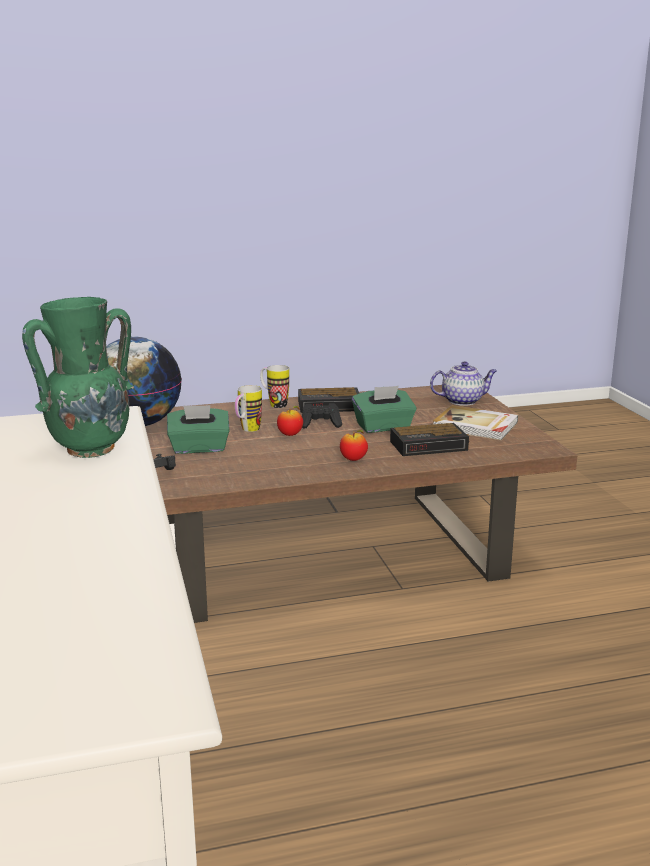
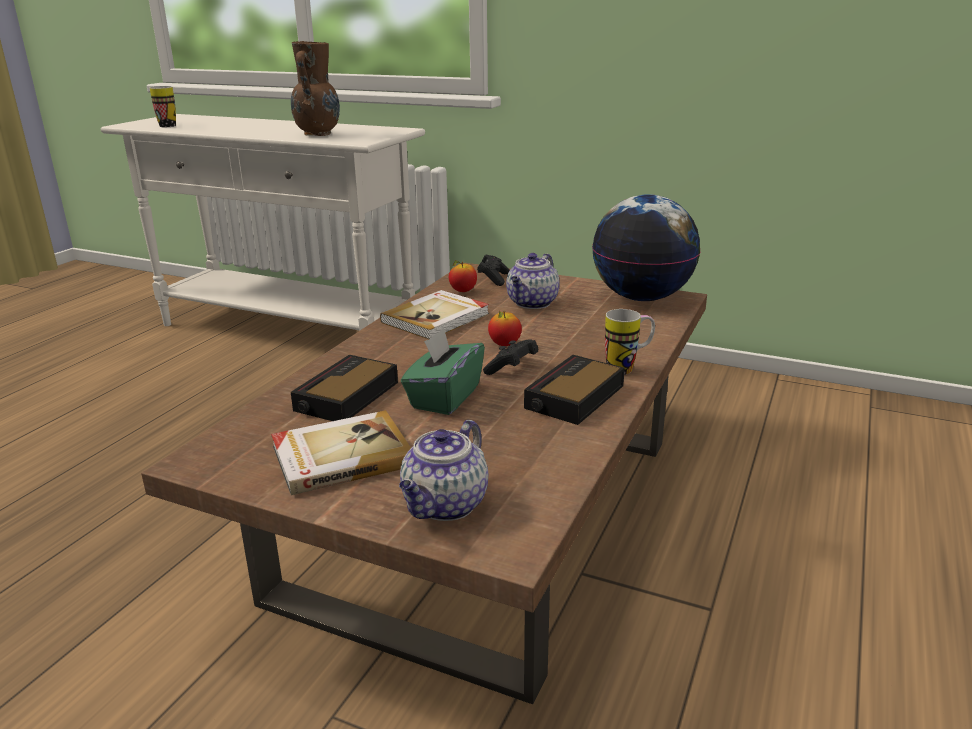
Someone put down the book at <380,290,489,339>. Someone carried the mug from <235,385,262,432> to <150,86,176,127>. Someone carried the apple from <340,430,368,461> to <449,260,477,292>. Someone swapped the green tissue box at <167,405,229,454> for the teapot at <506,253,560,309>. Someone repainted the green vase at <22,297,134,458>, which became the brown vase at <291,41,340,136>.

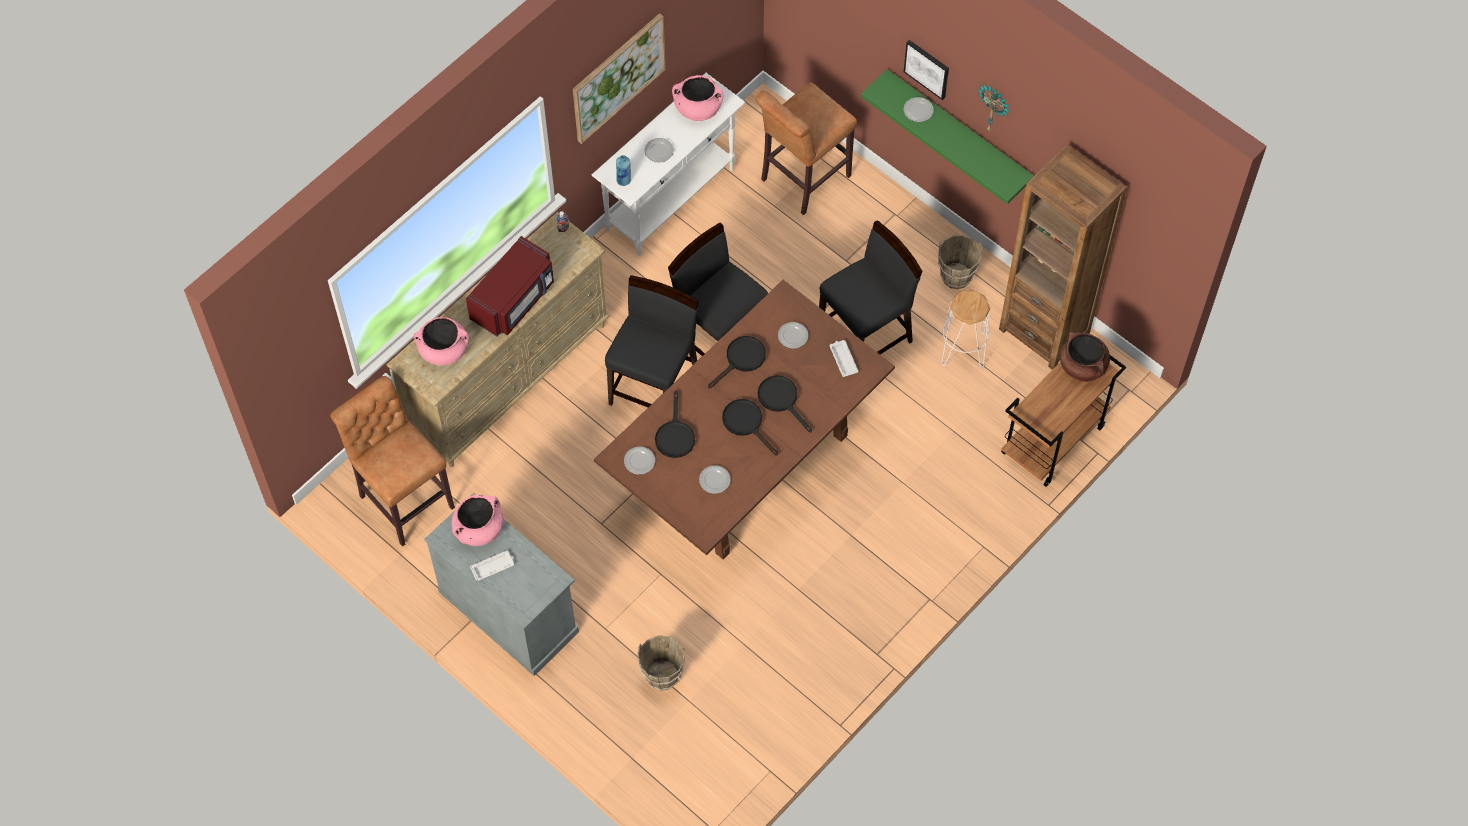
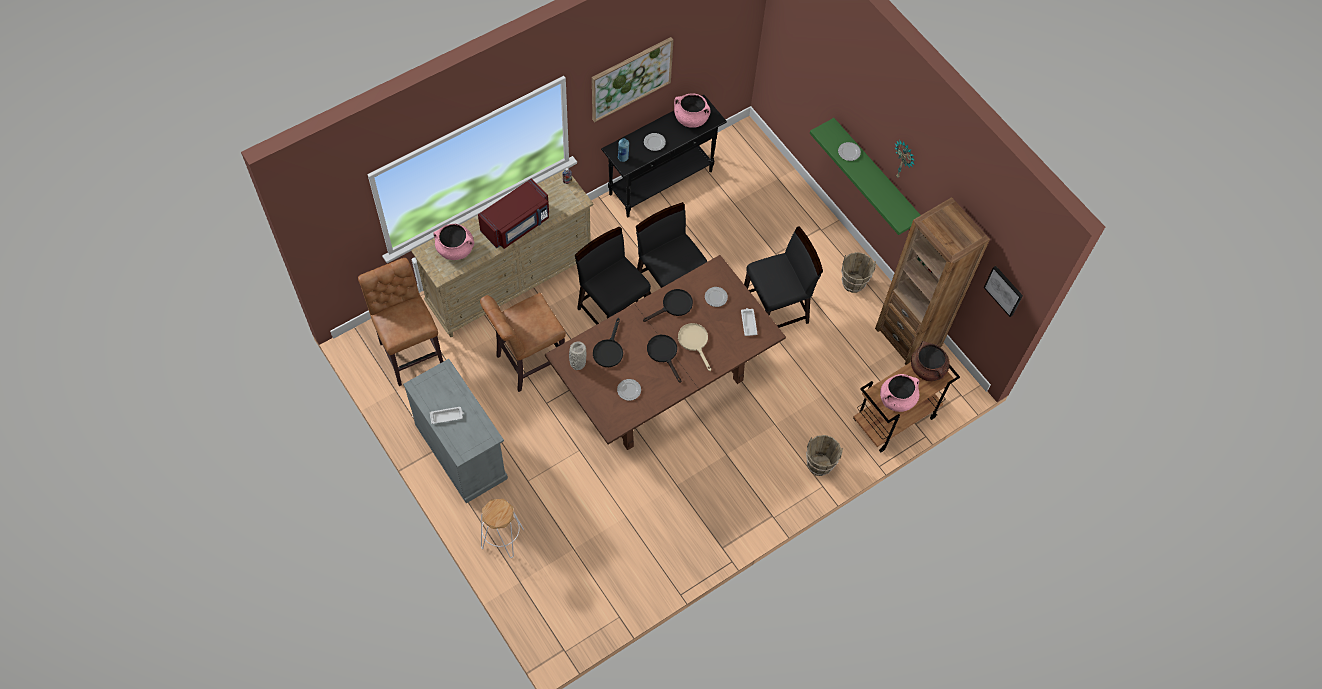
Someone carried the pink cooking pot from <452,495,504,546> to <880,374,919,412>. Someone carried the brown bucket from <637,635,685,691> to <806,435,843,476>. Someone carried the brown stool from <755,82,857,215> to <480,293,566,392>. Someone carried the picture from <904,40,949,100> to <984,266,1023,317>. Someone carried the white stool from <941,290,991,368> to <481,499,524,558>. Someone swapped the plate at <624,446,655,474> for the grey vase at <569,341,587,370>. Someone repainted the white console table at <592,73,746,256>, which became the black console table at <601,95,727,217>. Someone repainted the black frying pan at <758,375,812,432>, which became the beige frying pan at <678,323,711,371>. Someone rotated the black chair at <605,275,699,407> by 75 degrees counterclockwise.

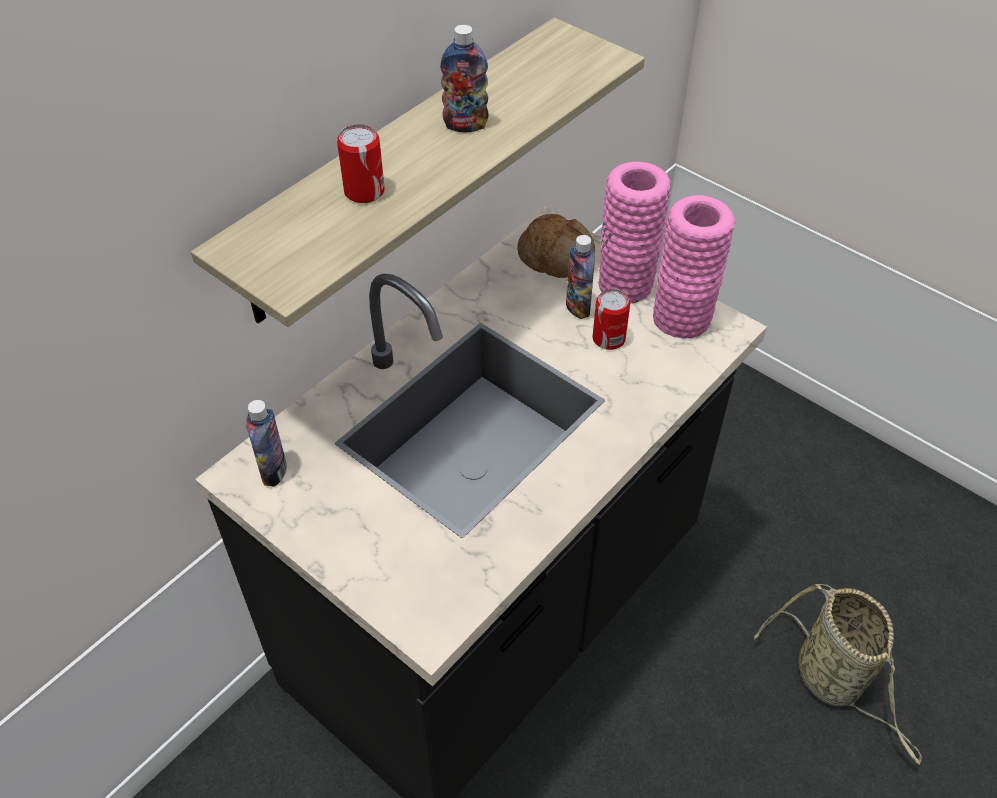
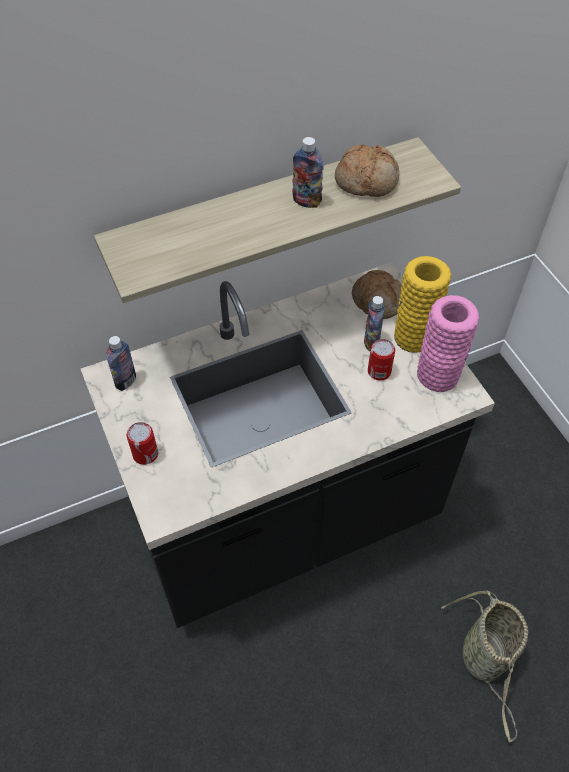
Someone put down the bread at <335,144,399,197>. Someone carried the can from <337,124,385,203> to <127,422,158,465>. Someone repainted the pink vase at <599,162,671,304>, which became the yellow vase at <394,256,451,353>.

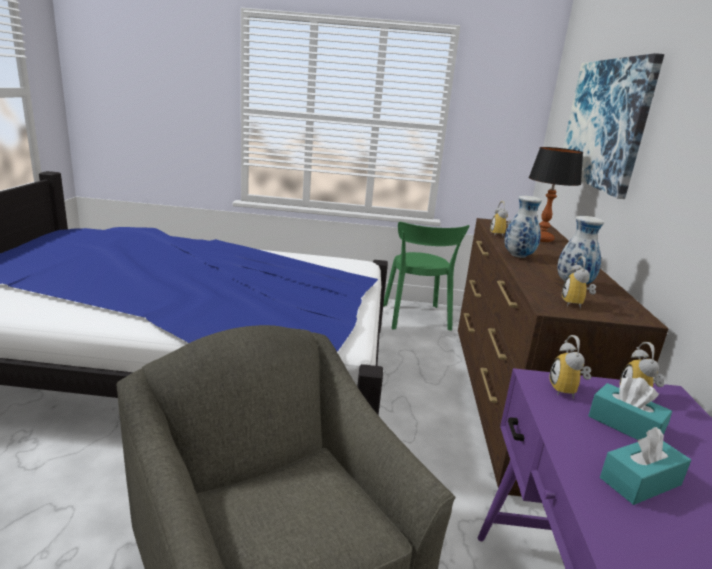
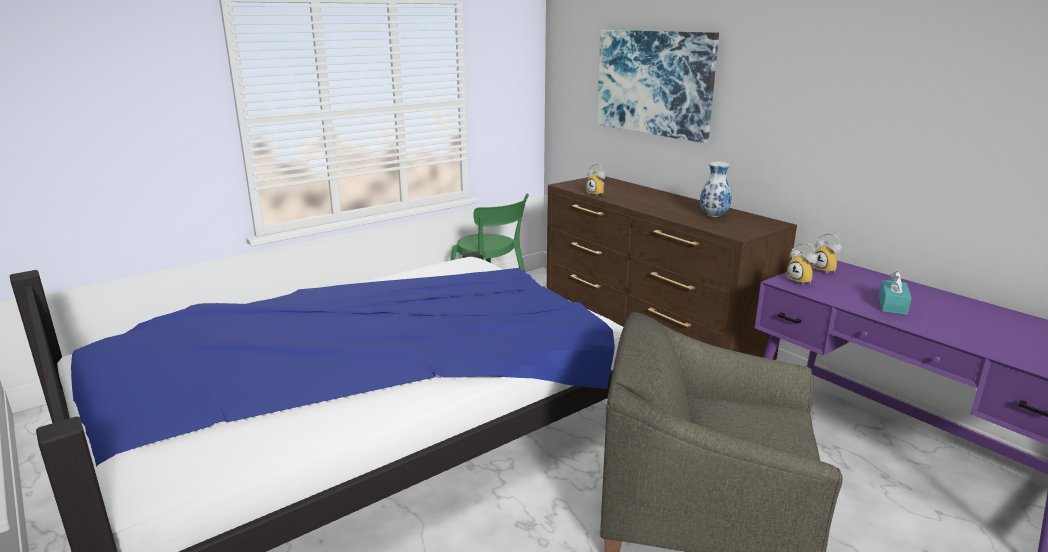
Someone took away the vase at <504,196,542,258>. Someone took away the table lamp at <529,147,583,242>. Someone took away the alarm clock at <562,256,596,309>. Someone took away the turquoise tissue box at <588,377,672,440>.

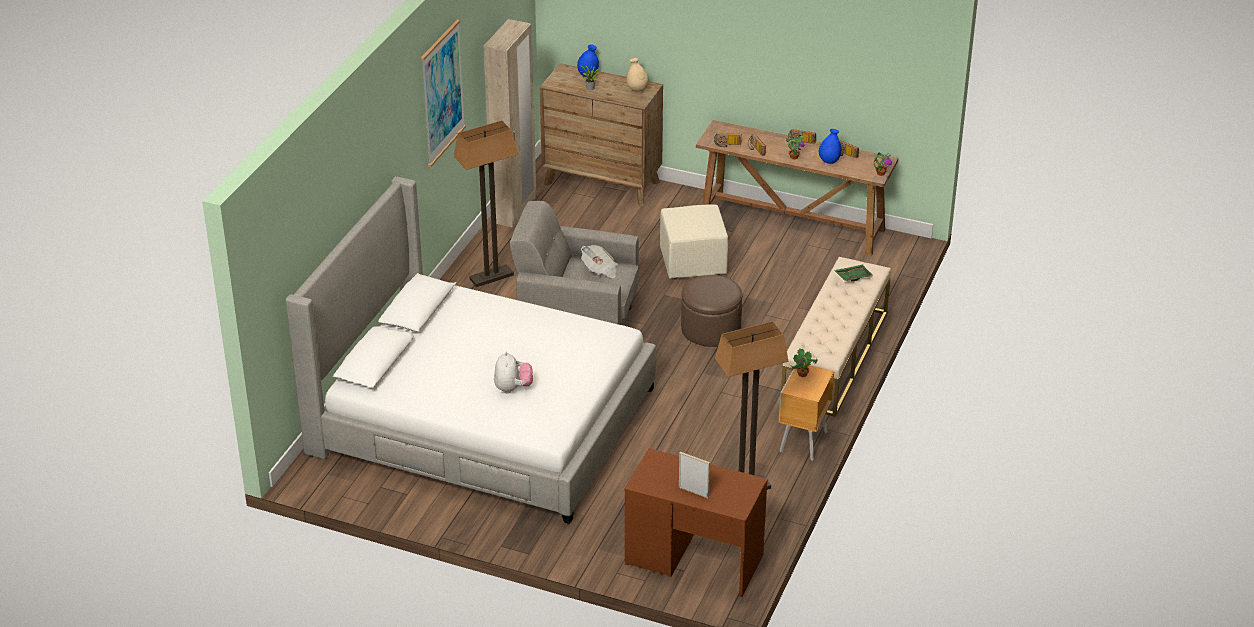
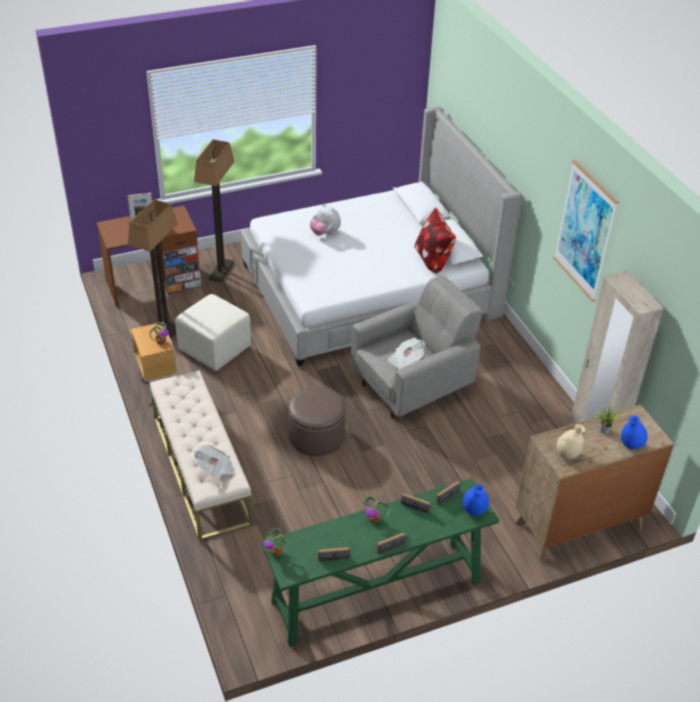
Someone put down the pillow at <414,208,456,273>. Someone carried the floor lamp from <454,120,518,287> to <194,139,235,282>. Someone carried the beige ottoman from <660,204,728,279> to <175,294,251,371>. Someone carried the blue vase from <818,129,841,164> to <463,484,489,515>. Someone swapped the green tray at <834,265,873,281> for the newspaper at <194,445,236,477>. Someone repainted the brown console table at <696,120,898,256>, which became the green console table at <261,478,499,647>.

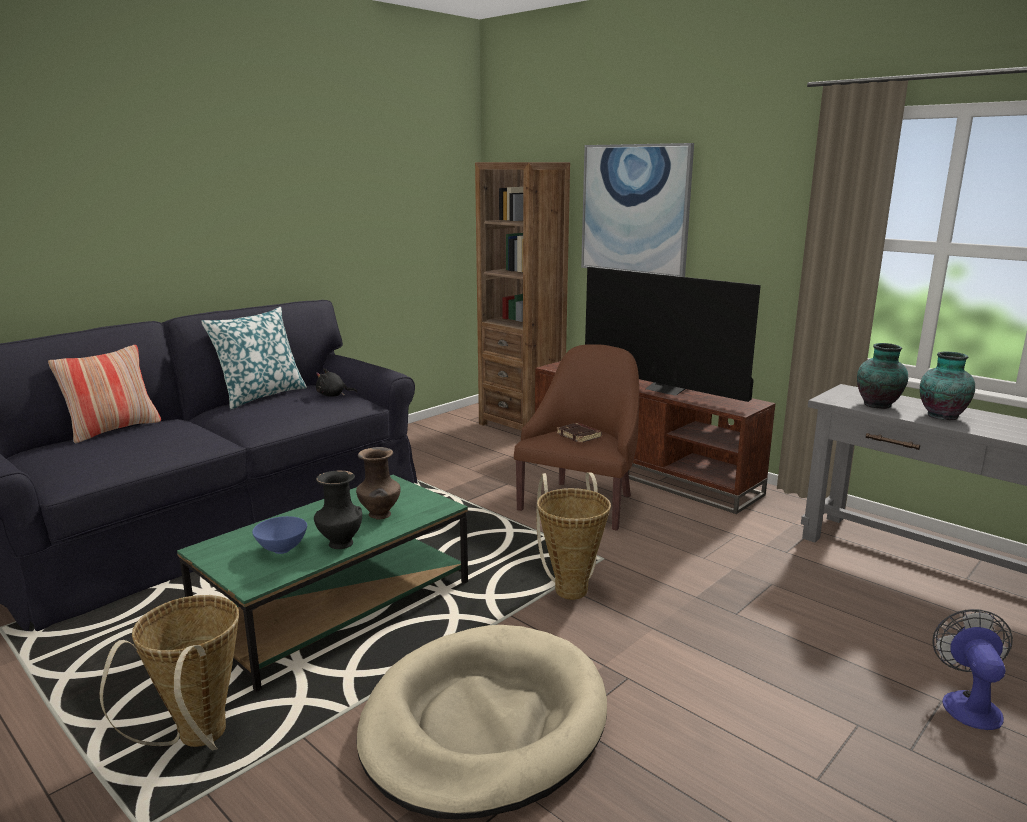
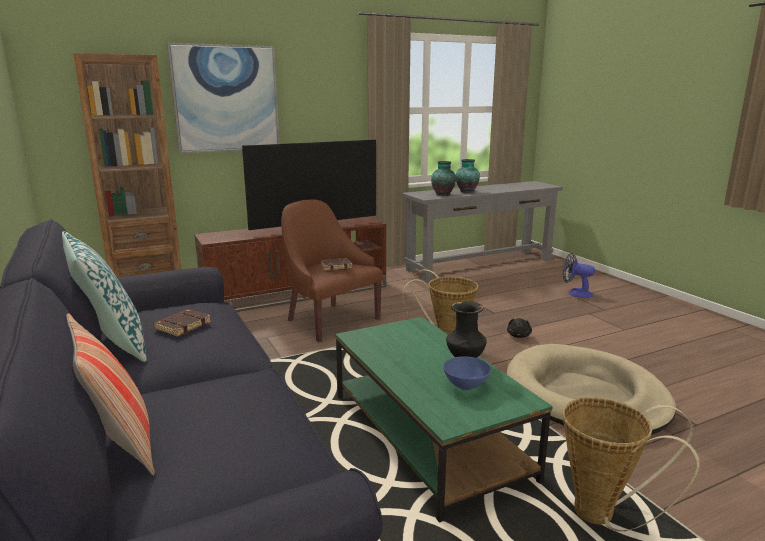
Someone took away the brown vase at <356,447,401,520>. Someone put down the brown book at <153,309,212,337>. Someone carried the black plush toy from <316,369,357,397> to <507,318,532,338>.

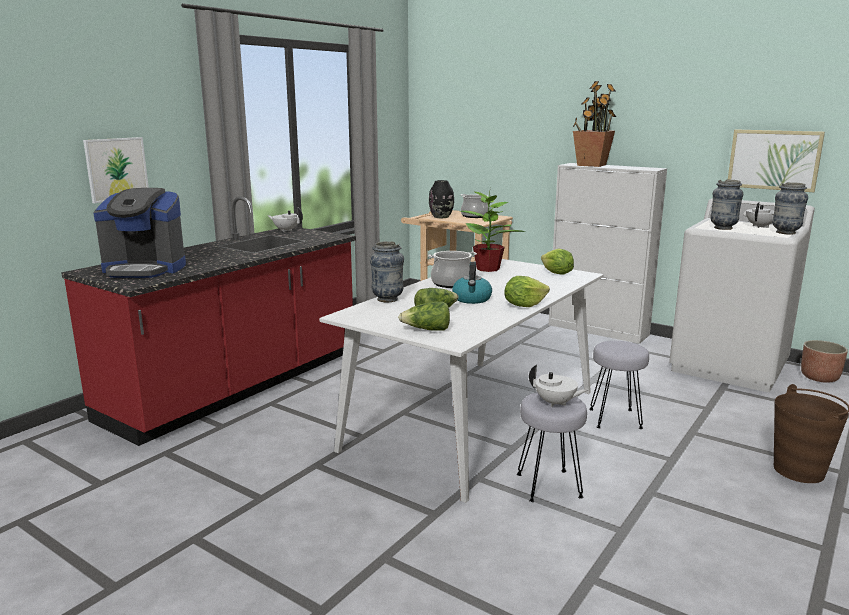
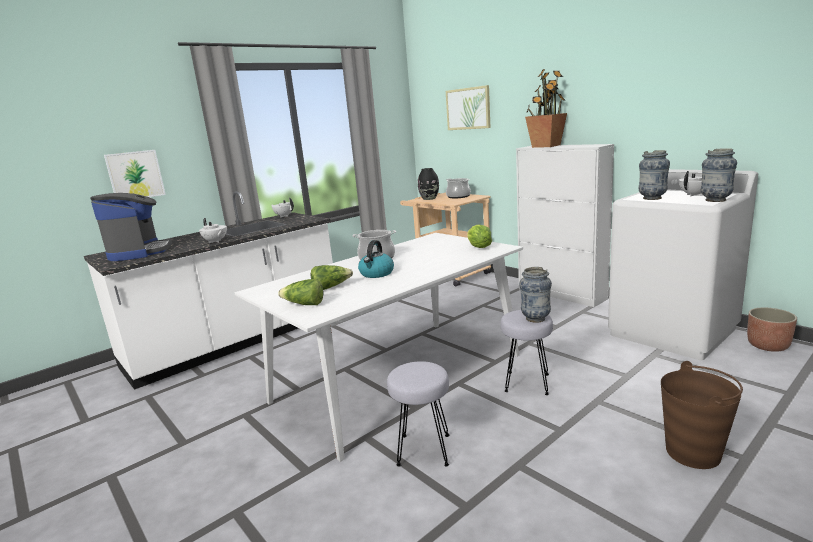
Someone took away the potted plant at <460,188,526,272>. Someone took away the lettuce at <504,276,550,307>. Someone carried the vase from <370,241,404,302> to <519,267,552,323>. Someone carried the white teapot from <529,365,589,407> to <199,218,227,243>. Someone carried the picture from <728,129,825,192> to <446,85,490,130>. Someone repainted the red counter at <61,197,356,446>, which became the white counter at <84,191,333,390>. Someone rotated the coffee machine at <93,188,186,278> by 120 degrees counterclockwise.

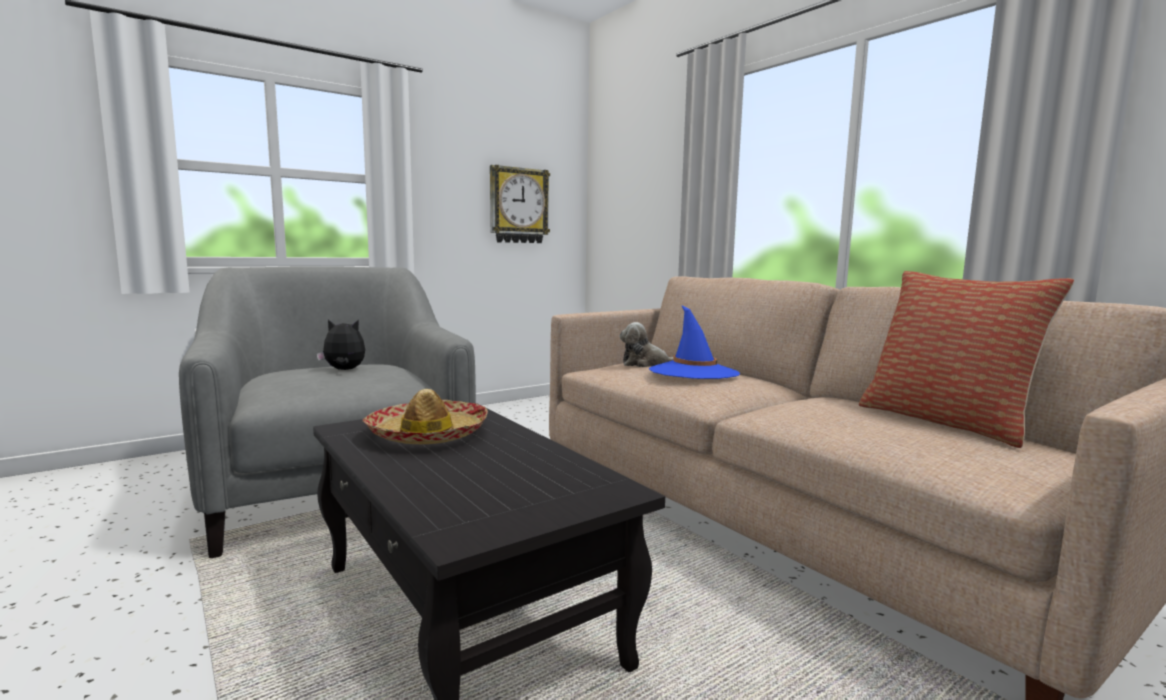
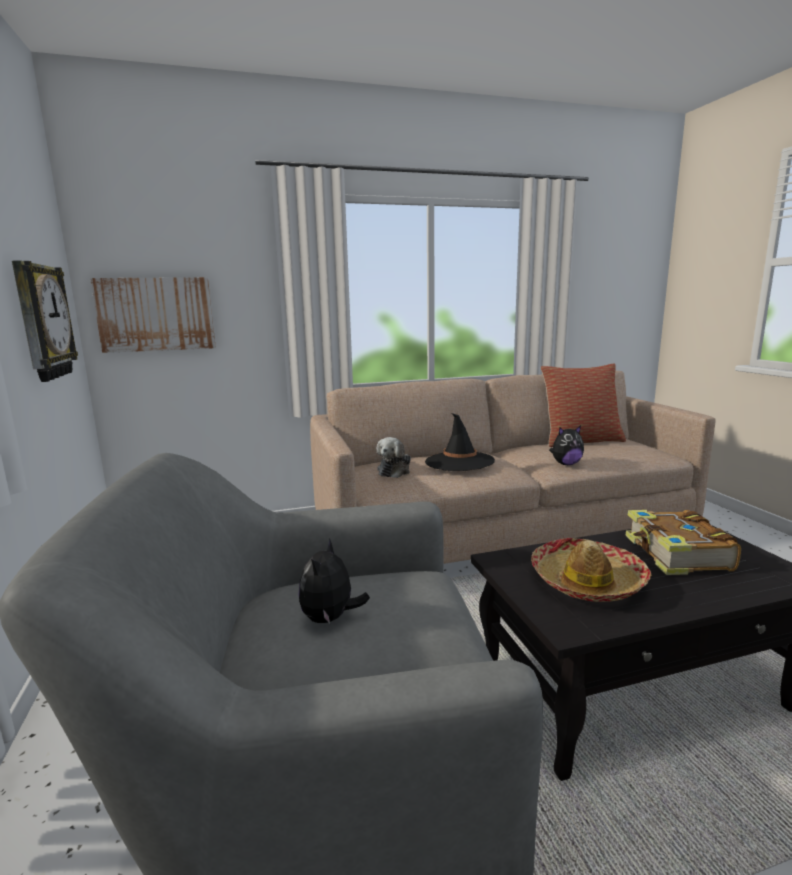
Someone put up the picture at <90,277,216,353>. Someone put down the plush toy at <549,426,584,465>. Someone put down the book at <625,510,741,575>. Someone repainted the blue hat at <649,305,740,379>, which became the black hat at <425,413,495,471>.

